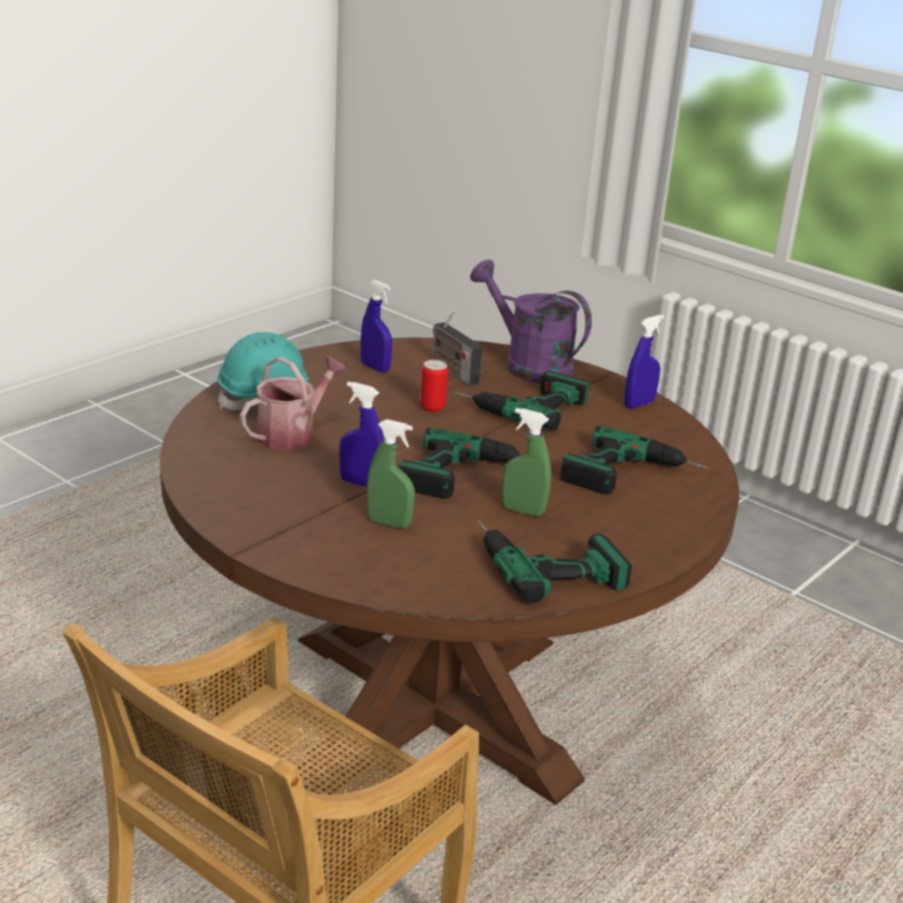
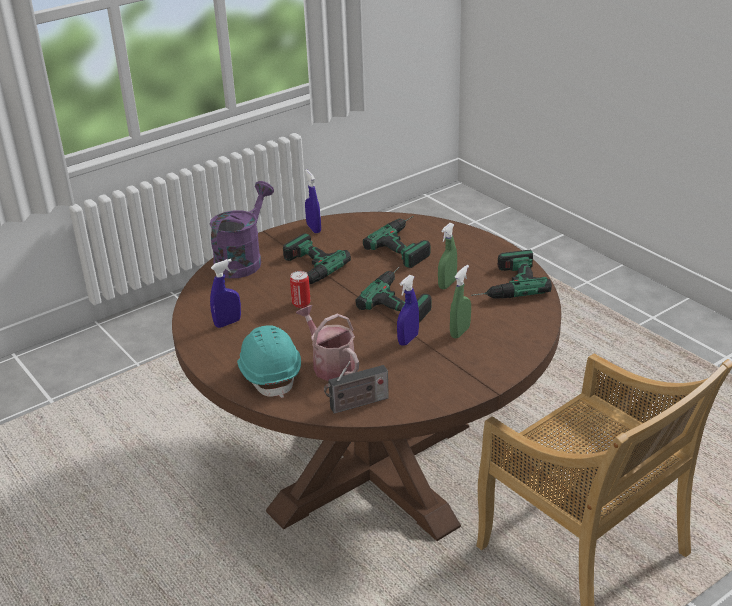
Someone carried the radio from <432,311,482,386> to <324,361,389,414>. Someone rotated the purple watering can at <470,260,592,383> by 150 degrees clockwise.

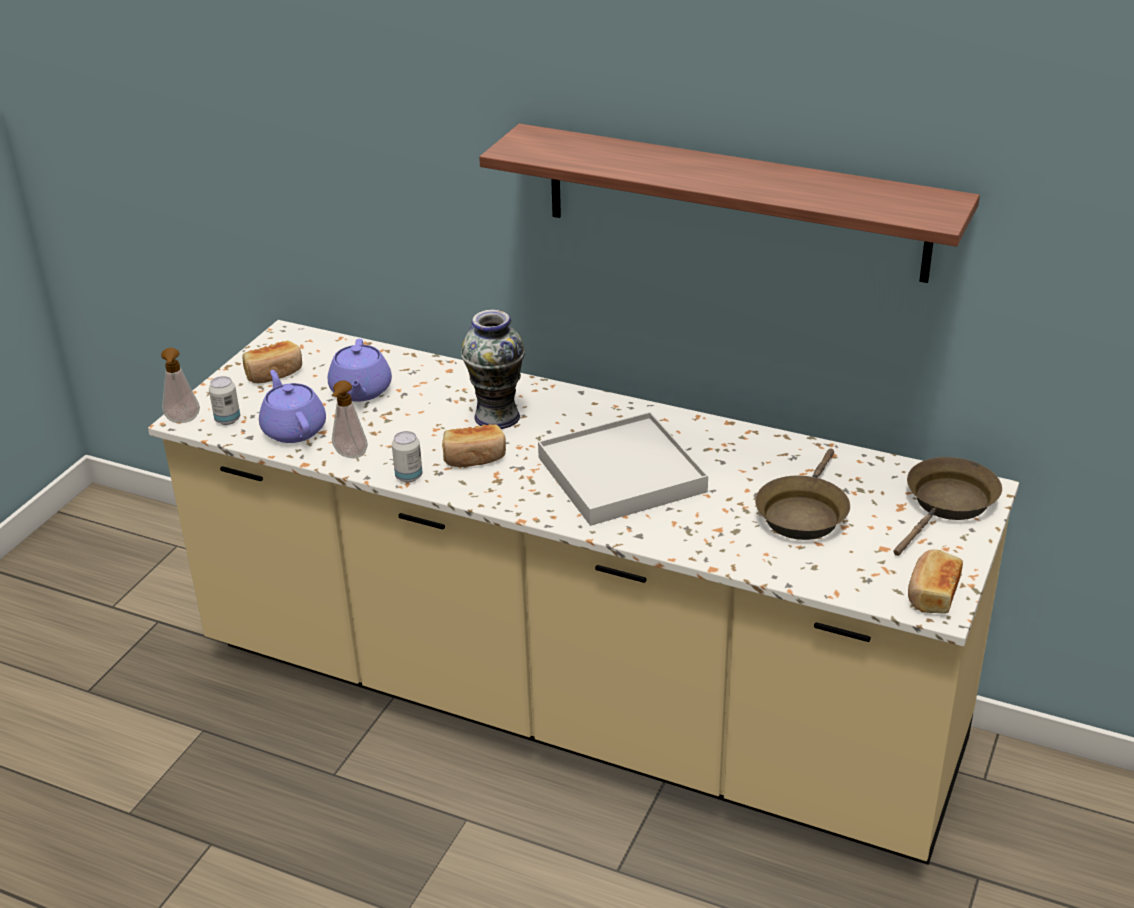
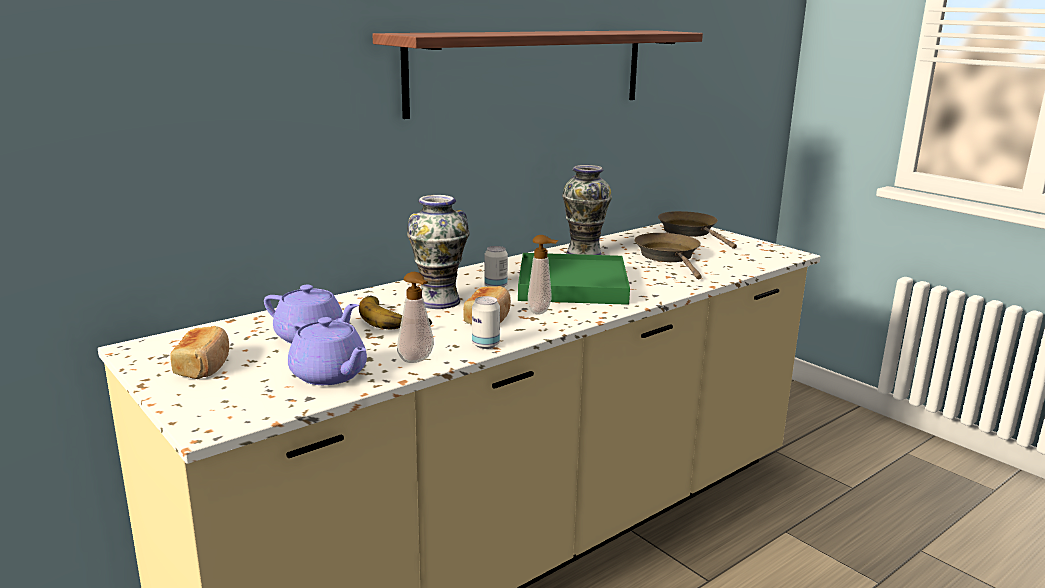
Someone took away the bread at <908,549,963,613>. Someone put down the banana at <359,296,432,329>. Someone put down the vase at <562,165,612,255>. Someone carried the soap dispenser from <161,348,200,423> to <528,235,558,315>. Someone carried the can from <209,376,240,425> to <484,246,508,287>. Someone repainted the white tray at <538,412,708,526>, which became the green tray at <518,253,630,305>. Someone rotated the purple teapot at <259,370,326,443> by 135 degrees counterclockwise. Someone rotated the brown frying pan at <755,449,850,540> by 150 degrees counterclockwise.

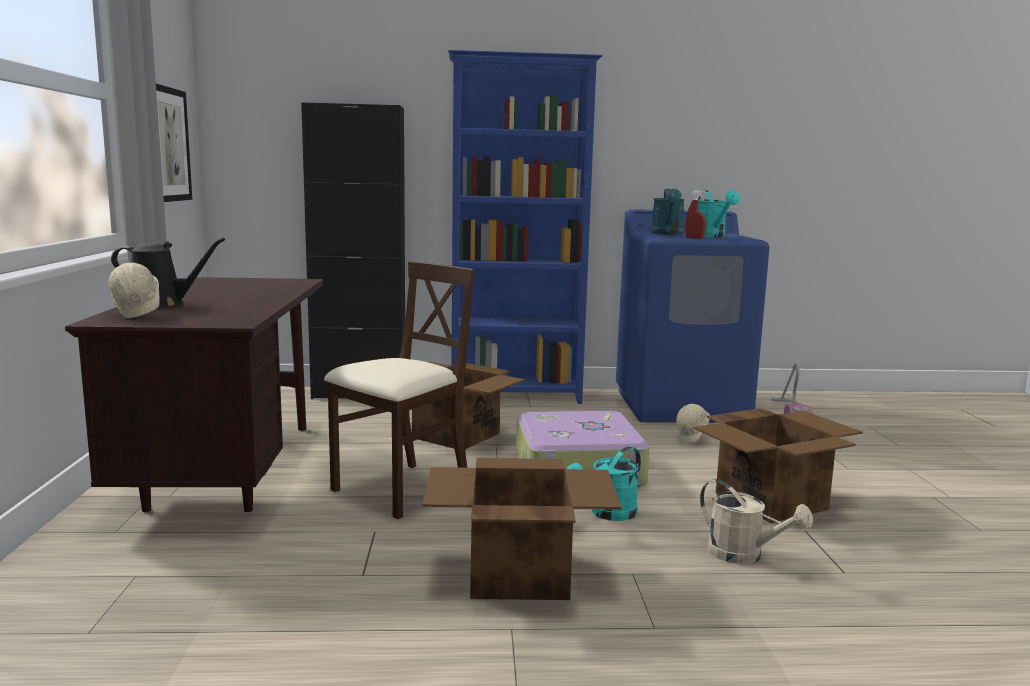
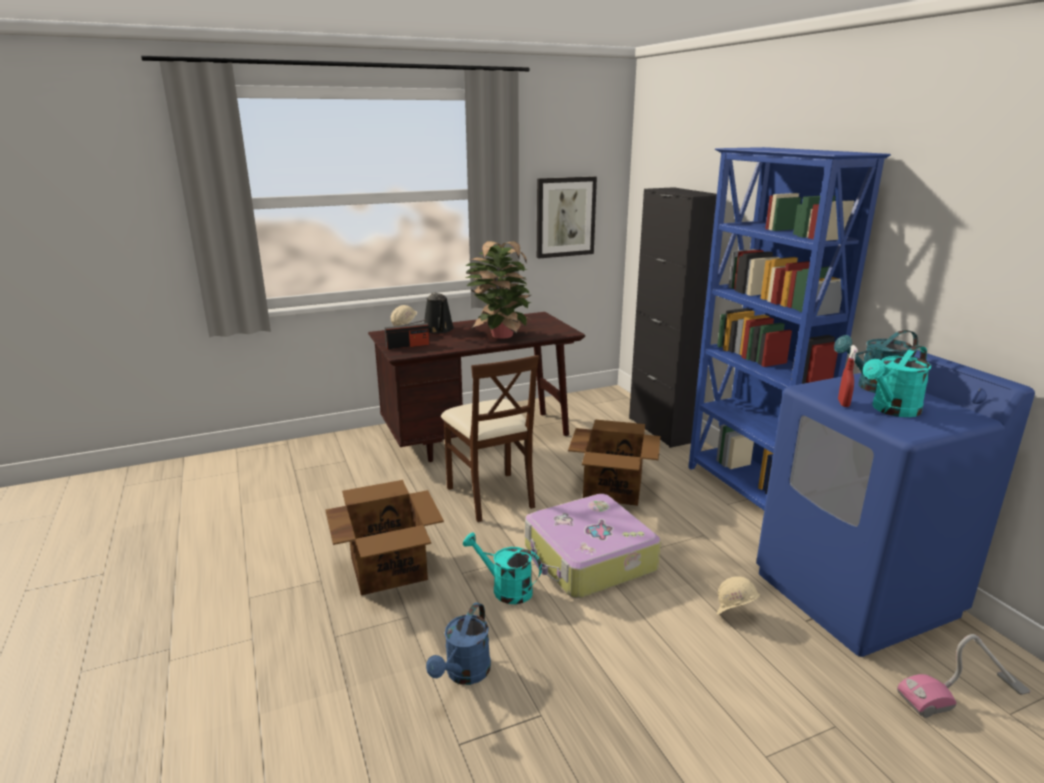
Someone took away the cardboard box at <694,408,863,523>. Someone put down the radio at <385,320,430,350>. Someone put down the potted plant at <466,241,531,339>. Someone repainted the beige watering can at <700,479,813,564>, which became the blue watering can at <426,602,491,685>. Someone rotated the beige chair at <324,261,475,519> by 45 degrees clockwise.

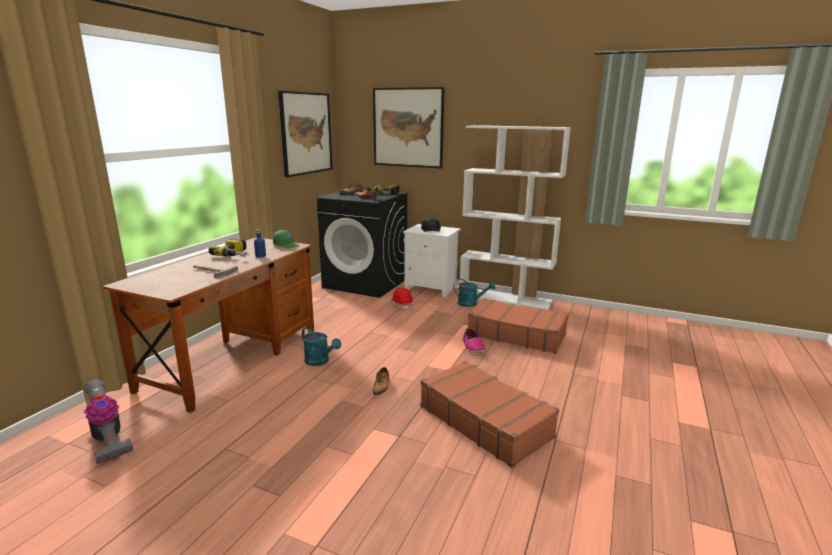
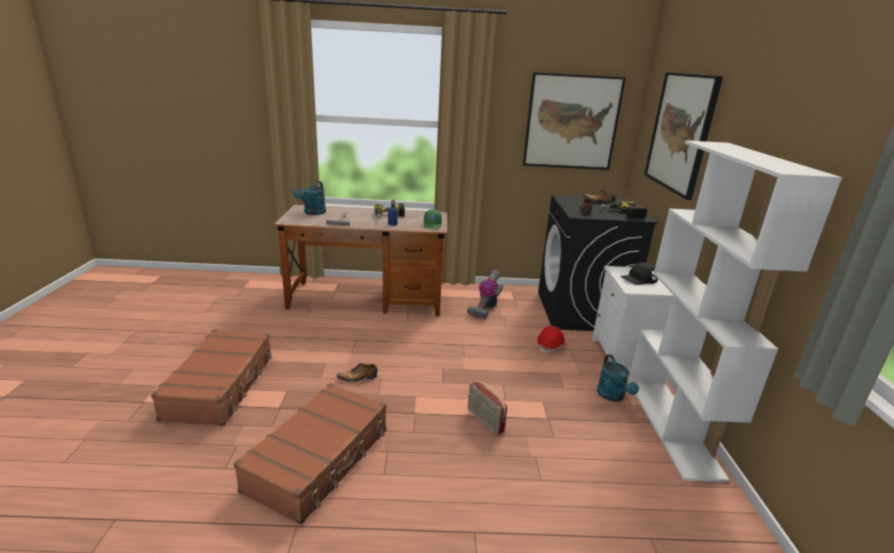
Someone carried the vacuum cleaner from <84,379,133,464> to <467,270,503,319>. Someone carried the turquoise watering can from <302,327,341,366> to <294,181,326,215>. Someone carried the brown suitcase from <468,299,568,354> to <151,329,272,426>. Someone swapped the shoe at <463,328,486,353> for the radio at <468,381,507,435>.

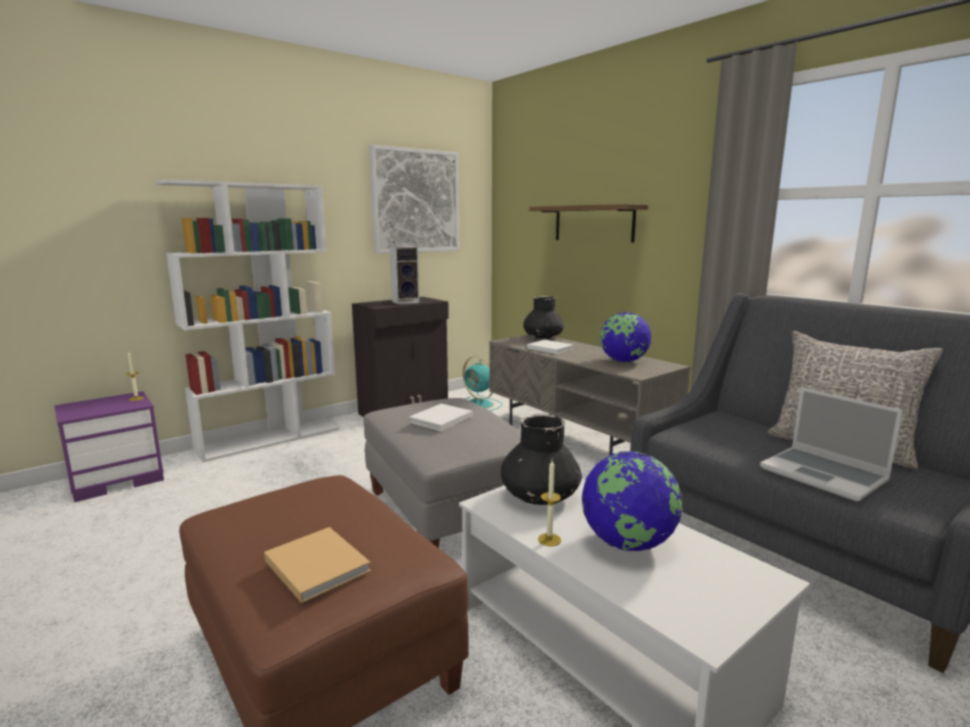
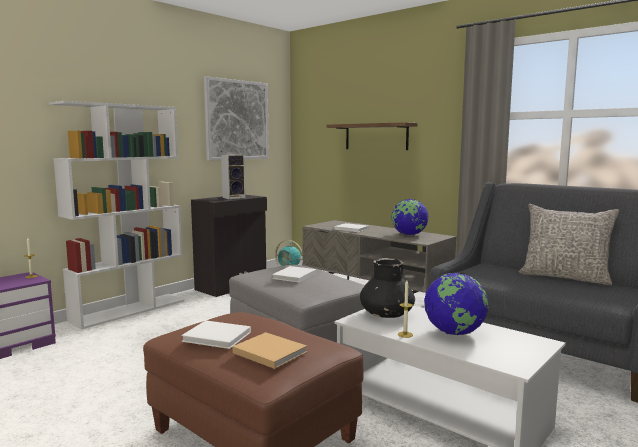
Someone took away the black vase at <523,296,564,339>. Someone took away the laptop at <760,387,903,501>. Someone put down the white book at <181,320,251,349>.

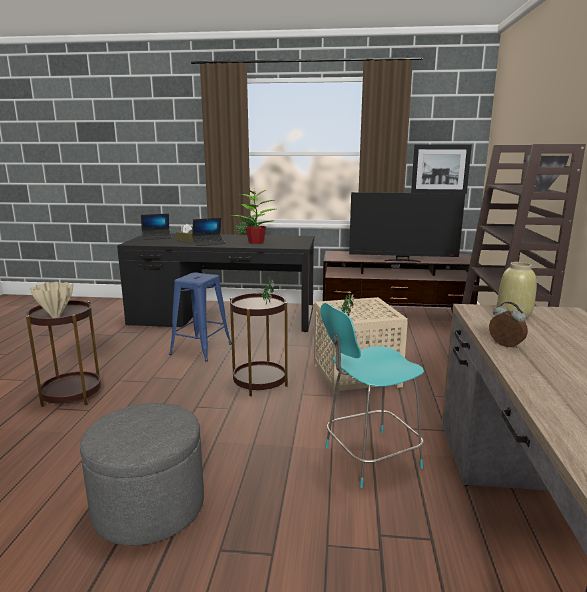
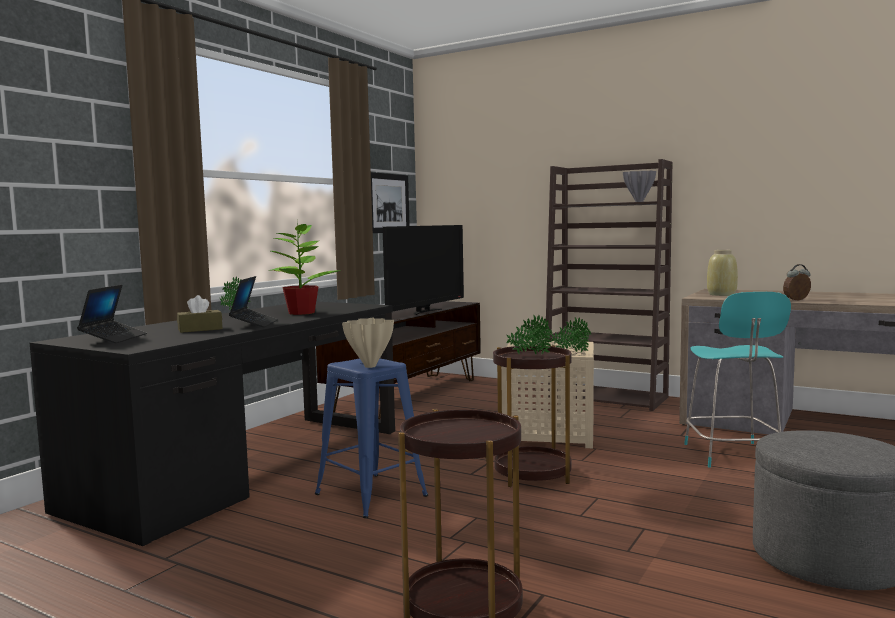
Someone carried the beige vase from <30,282,73,318> to <342,318,394,368>.

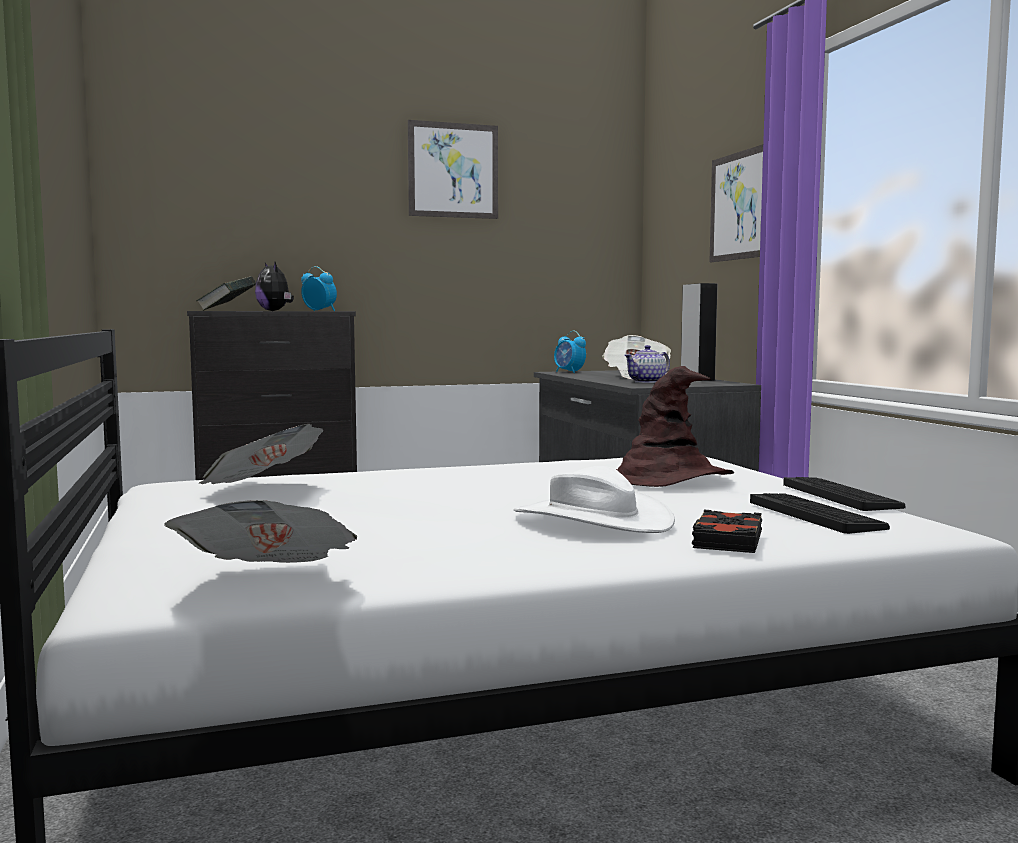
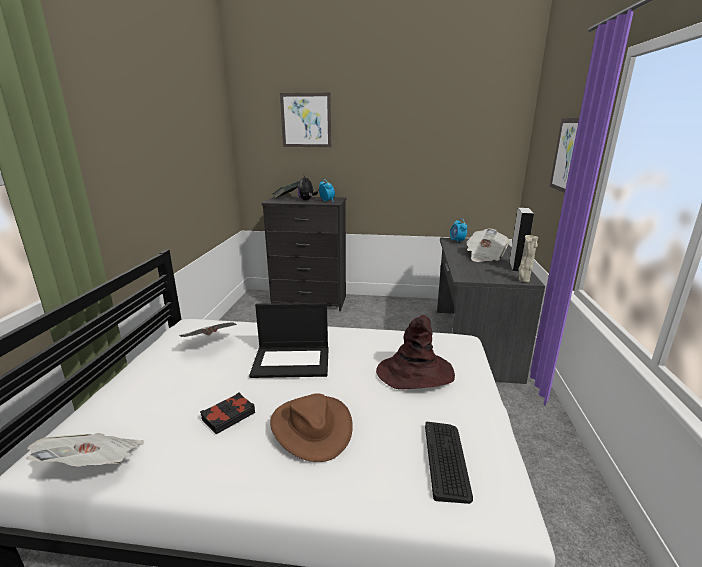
Someone took away the teapot at <624,345,670,383>. Someone took away the keyboard at <783,477,905,511>. Someone put down the laptop at <249,303,329,378>. Someone put down the beige vase at <518,235,538,282>. Someone carried the picture from <408,120,498,219> to <280,93,331,147>. Someone carried the black book from <692,510,762,553> to <200,393,255,434>. Someone repainted the white hat at <514,466,675,533>, which became the brown hat at <270,393,353,462>.

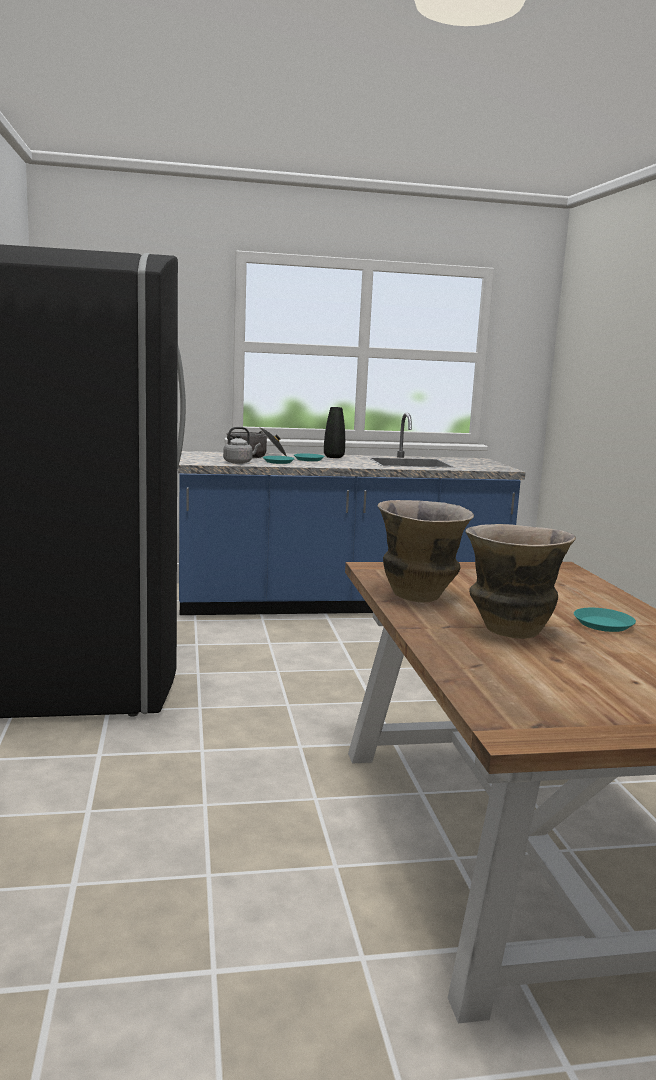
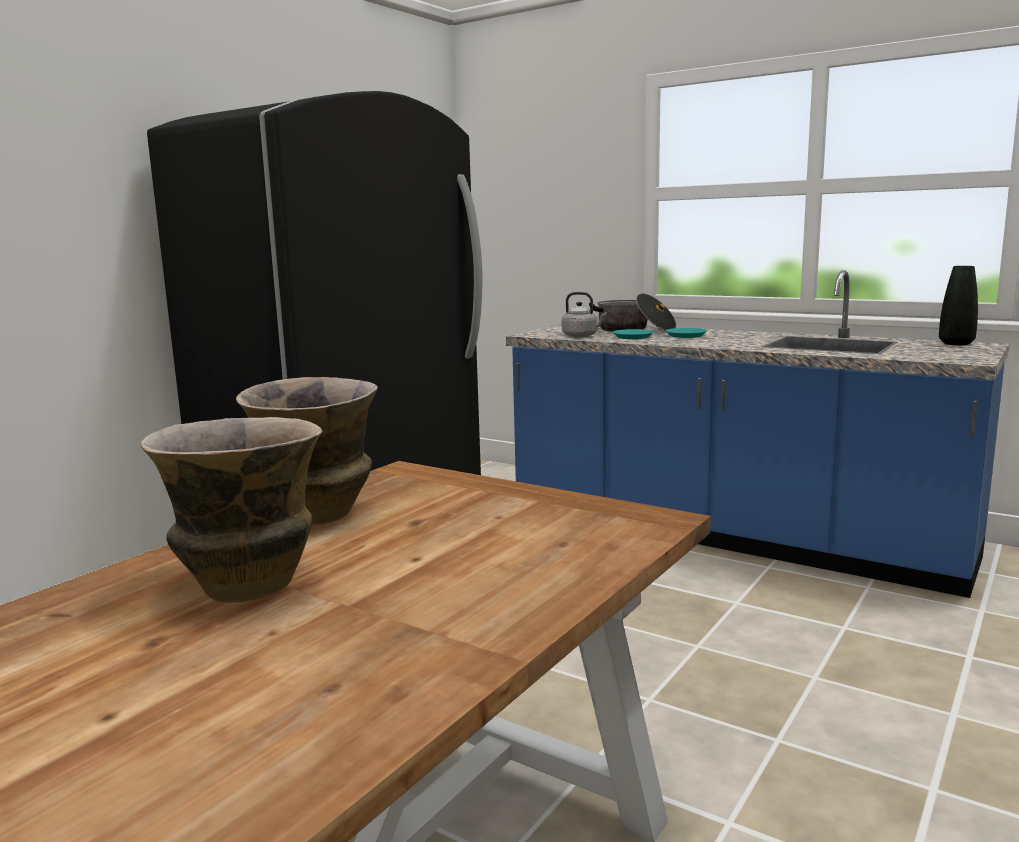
Someone took away the turquoise plate at <574,608,636,632>. Someone carried the black vase from <324,407,345,458> to <939,266,978,345>.

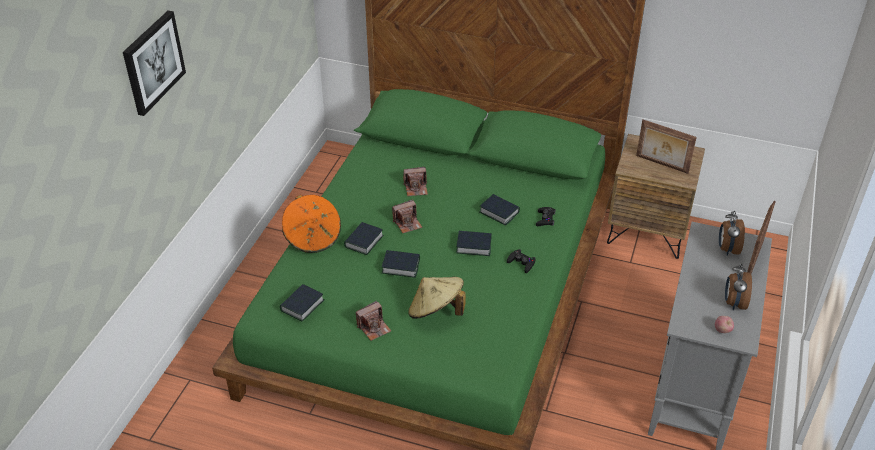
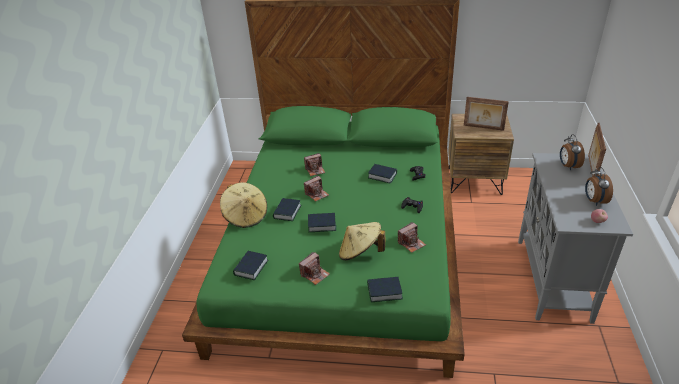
Someone took away the picture at <123,10,186,116>. Someone put down the photo camera at <398,222,426,253>. Someone carried the book from <456,231,492,256> to <367,277,403,302>. Someone repainted the orange hat at <282,195,341,253>, which became the beige hat at <220,182,267,228>.

